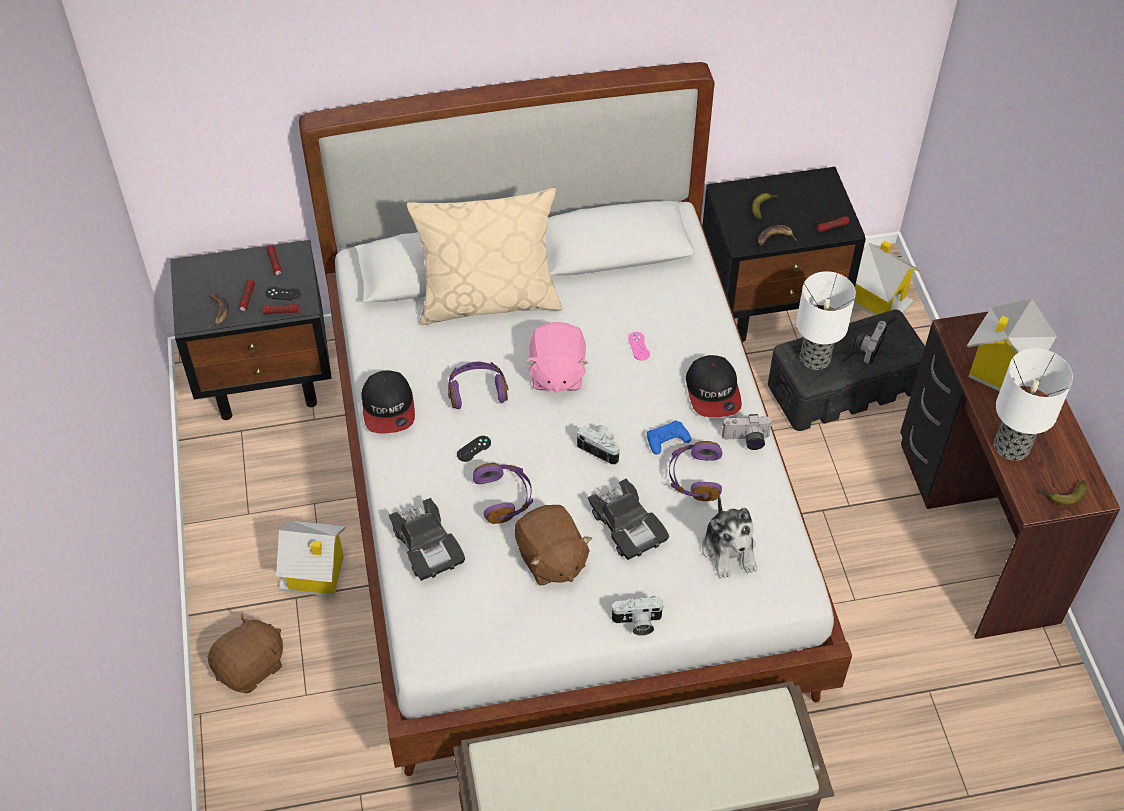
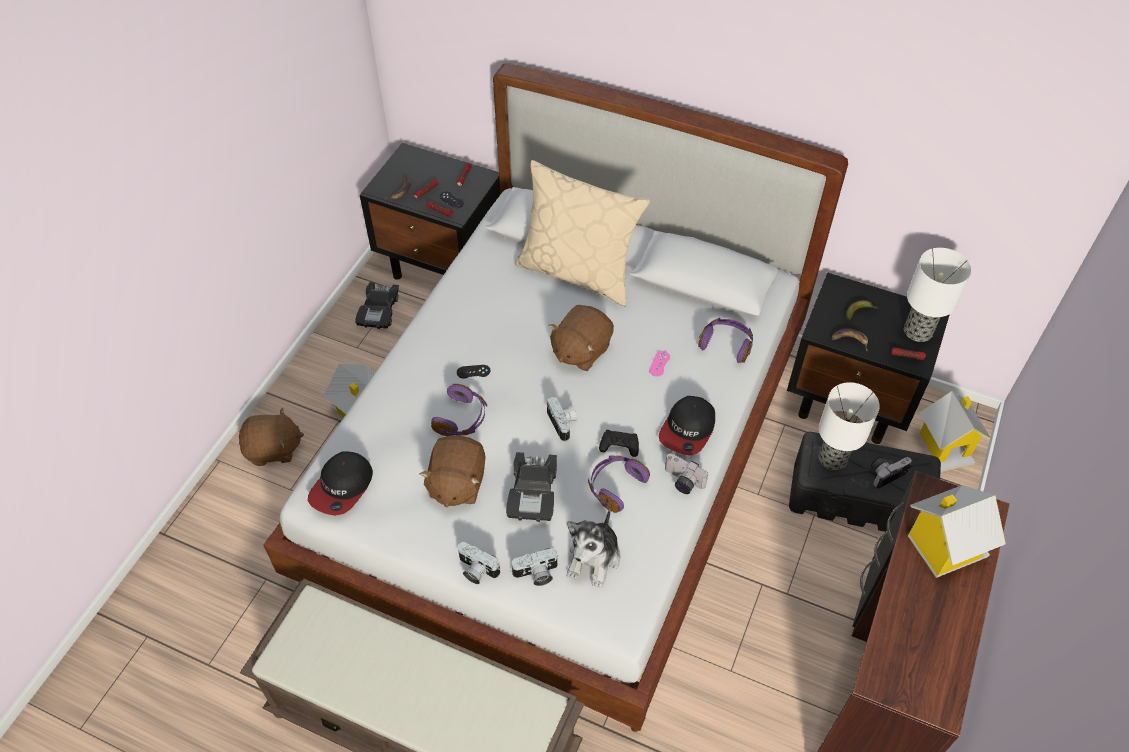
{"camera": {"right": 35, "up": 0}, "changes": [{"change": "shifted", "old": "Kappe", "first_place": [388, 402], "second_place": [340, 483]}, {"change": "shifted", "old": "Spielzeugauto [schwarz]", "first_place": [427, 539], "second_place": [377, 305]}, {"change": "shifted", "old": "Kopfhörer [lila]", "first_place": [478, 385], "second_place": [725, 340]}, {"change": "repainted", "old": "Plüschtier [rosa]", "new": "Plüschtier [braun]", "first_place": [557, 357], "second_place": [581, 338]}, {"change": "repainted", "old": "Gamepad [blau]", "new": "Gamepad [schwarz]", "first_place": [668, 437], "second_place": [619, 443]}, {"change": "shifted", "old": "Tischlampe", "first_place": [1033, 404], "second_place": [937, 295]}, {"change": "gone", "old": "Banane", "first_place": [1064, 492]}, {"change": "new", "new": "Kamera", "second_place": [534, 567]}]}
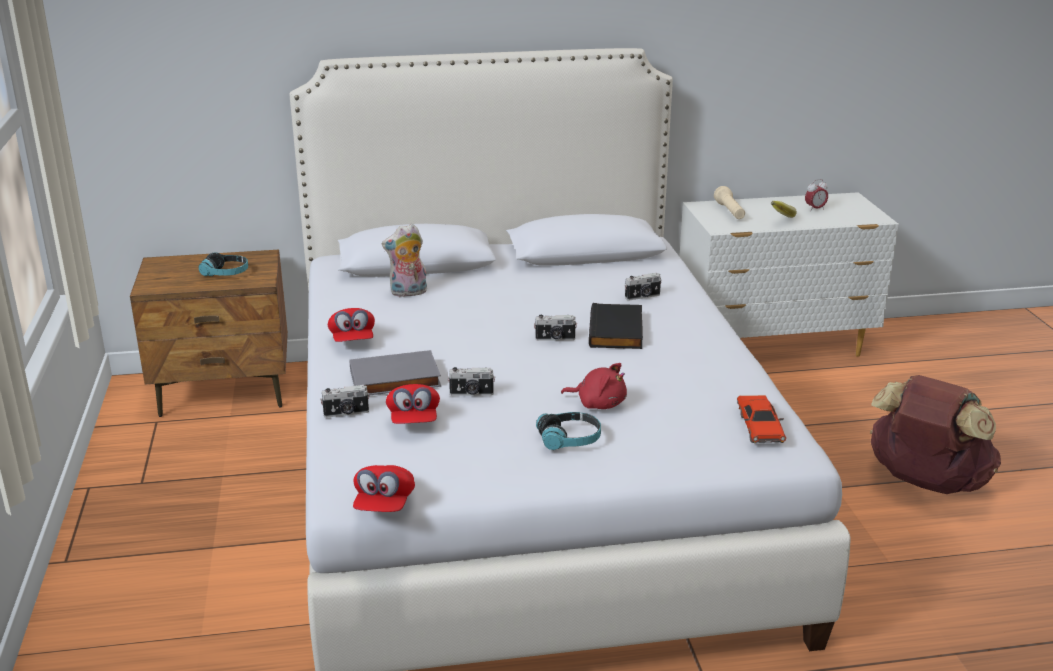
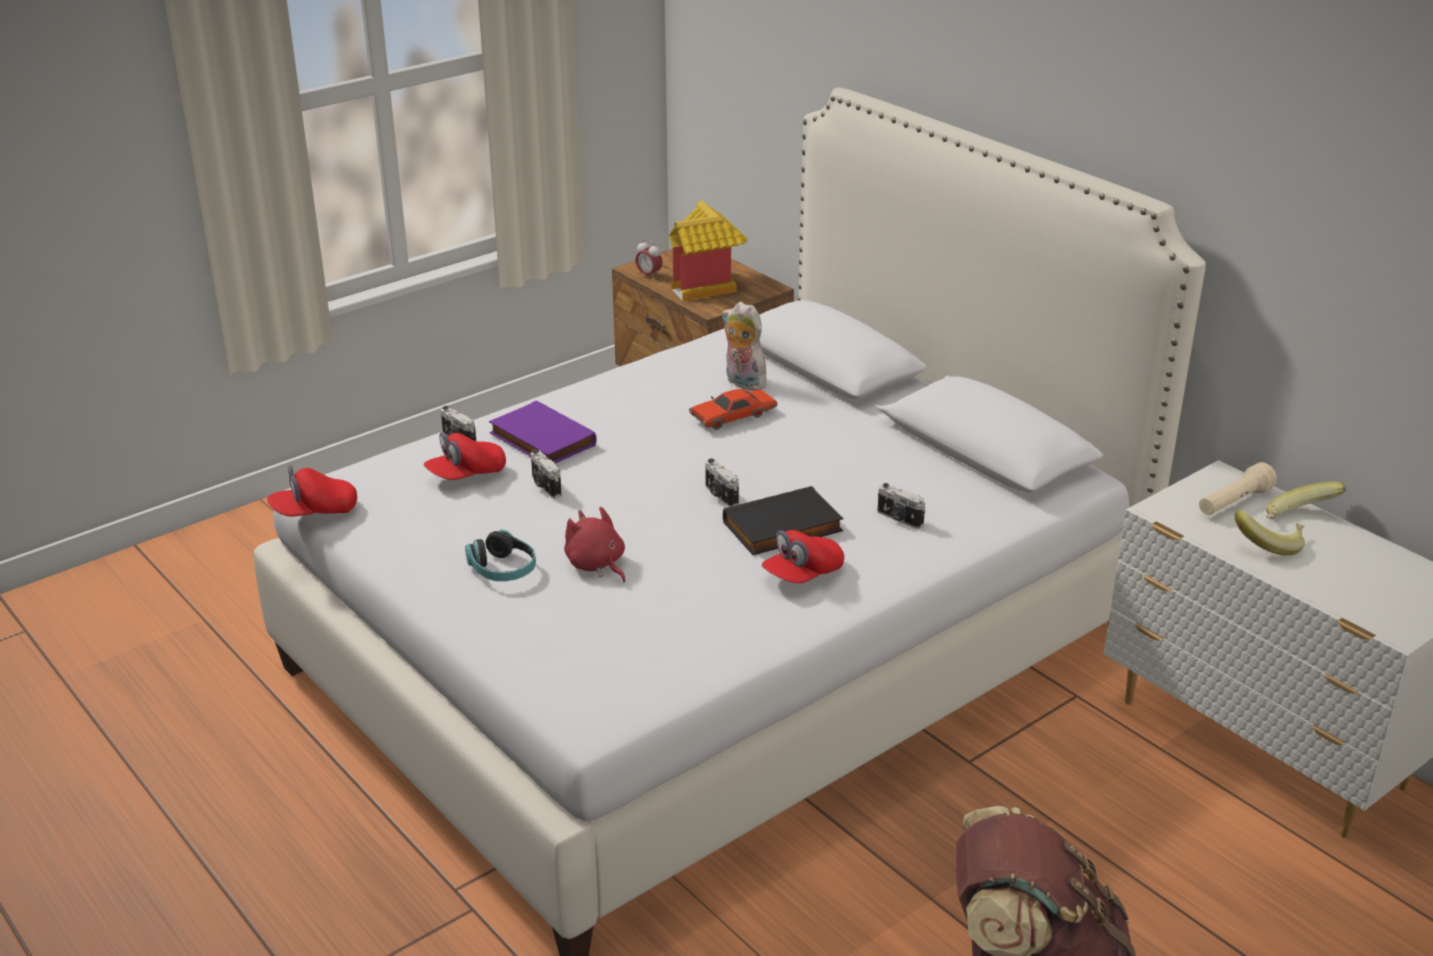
{"camera": {"right": 60, "up": 5}, "changes": [{"change": "swapped", "old": "Kopfhörer", "new": "Spielzeughaus", "first_place": [223, 264], "second_place": [708, 251]}, {"change": "shifted", "old": "Kappe [rot]", "first_place": [351, 325], "second_place": [803, 556]}, {"change": "repainted", "old": "Buch [grau]", "new": "Buch [lila]", "first_place": [395, 372], "second_place": [543, 432]}, {"change": "rotated", "old": "Plüschtier [rot]", "first_place": [594, 386], "second_place": [594, 544], "degrees": 150}, {"change": "shifted", "old": "Spielzeugauto [rot]", "first_place": [761, 419], "second_place": [733, 409]}, {"change": "shifted", "old": "Wecker", "first_place": [816, 194], "second_place": [649, 259]}, {"change": "new", "new": "Banane", "second_place": [1306, 500]}]}
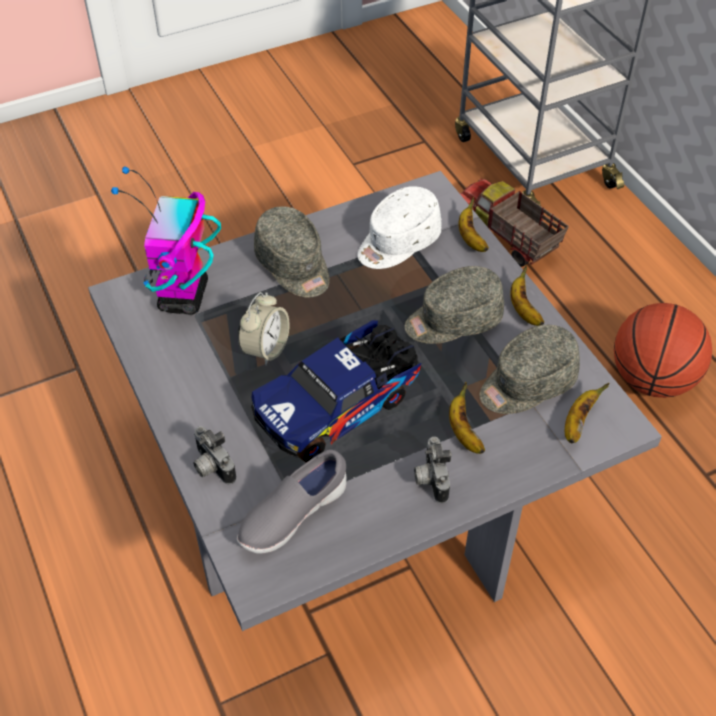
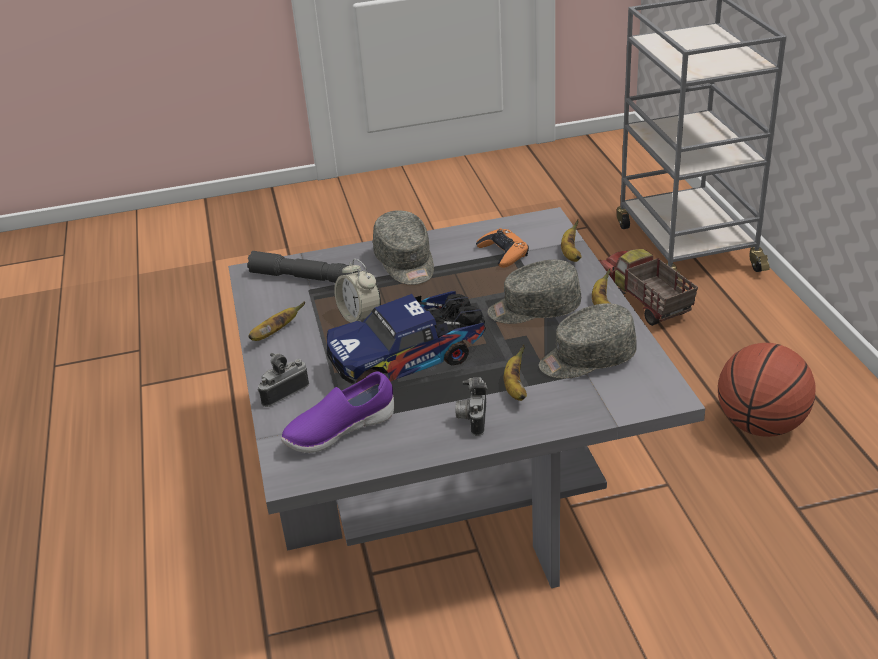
{"camera": {"right": 15, "up": -15}, "changes": [{"change": "swapped", "old": "Spielzeugroboter", "new": "Taschenlampe [grau]", "first_place": [166, 240], "second_place": [302, 267]}, {"change": "rotated", "old": "Kamera", "first_place": [215, 455], "second_place": [283, 380], "degrees": 75}, {"change": "repainted", "old": "Schuh [grau]", "new": "Schuh [lila]", "first_place": [292, 501], "second_place": [337, 412]}, {"change": "rotated", "old": "Wecker", "first_place": [264, 329], "second_place": [357, 291], "degrees": 105}, {"change": "swapped", "old": "Kappe [weiß]", "new": "Gamepad [orange]", "first_place": [399, 227], "second_place": [502, 248]}, {"change": "shifted", "old": "Banane", "first_place": [587, 412], "second_place": [276, 321]}]}
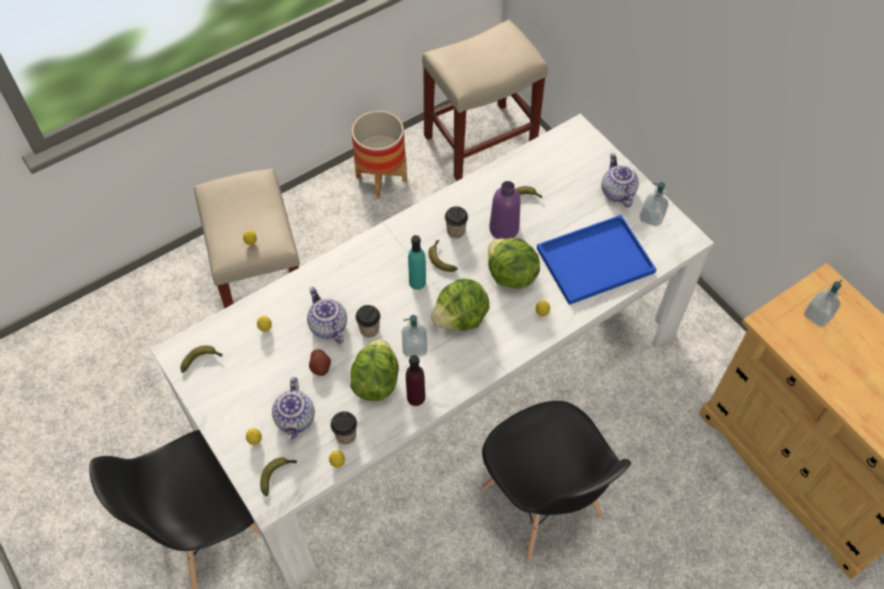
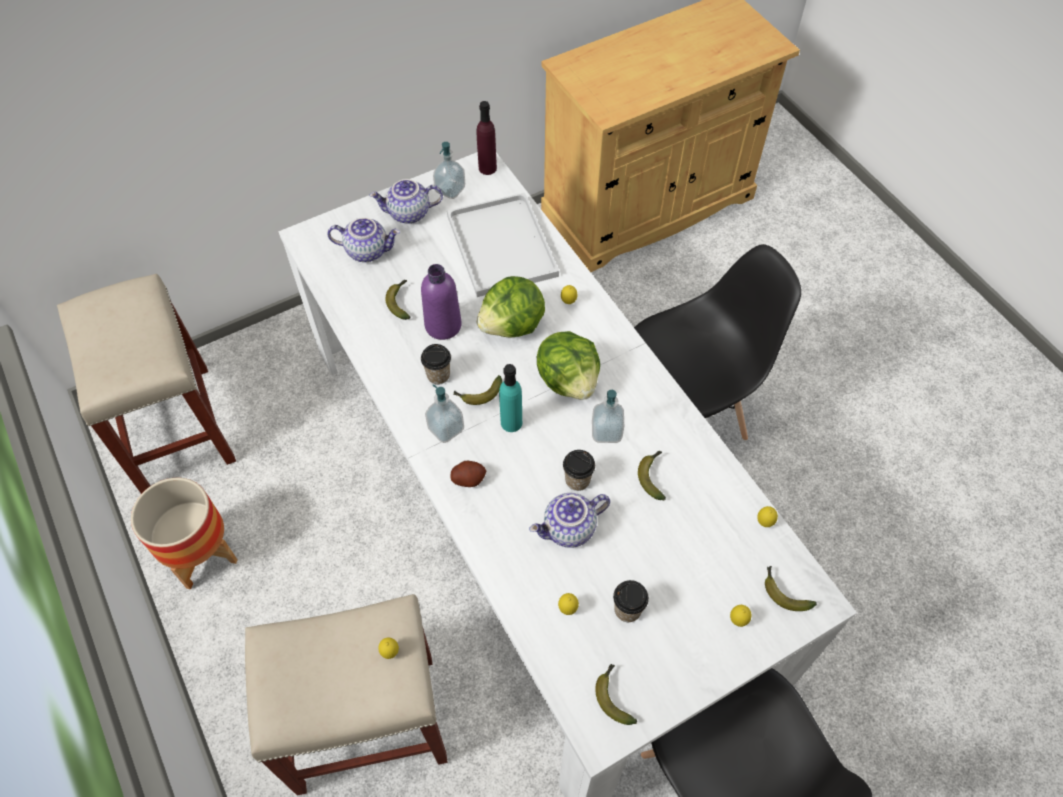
{"camera": {"right": -85, "up": 0}, "changes": [{"change": "shifted", "old": "Teekanne", "first_place": [293, 408], "second_place": [363, 239]}, {"change": "shifted", "old": "Kartoffel", "first_place": [320, 362], "second_place": [468, 474]}, {"change": "shifted", "old": "Tasse", "first_place": [343, 427], "second_place": [631, 601]}, {"change": "swapped", "old": "Salatkopf", "new": "Banane", "first_place": [374, 370], "second_place": [652, 475]}, {"change": "shifted", "old": "Flasche [lila]", "first_place": [415, 380], "second_place": [487, 138]}, {"change": "repainted", "old": "Tablett [blau]", "new": "Tablett [weiß]", "first_place": [596, 260], "second_place": [503, 245]}, {"change": "shifted", "old": "Seifenspender", "first_place": [823, 303], "second_place": [444, 413]}]}
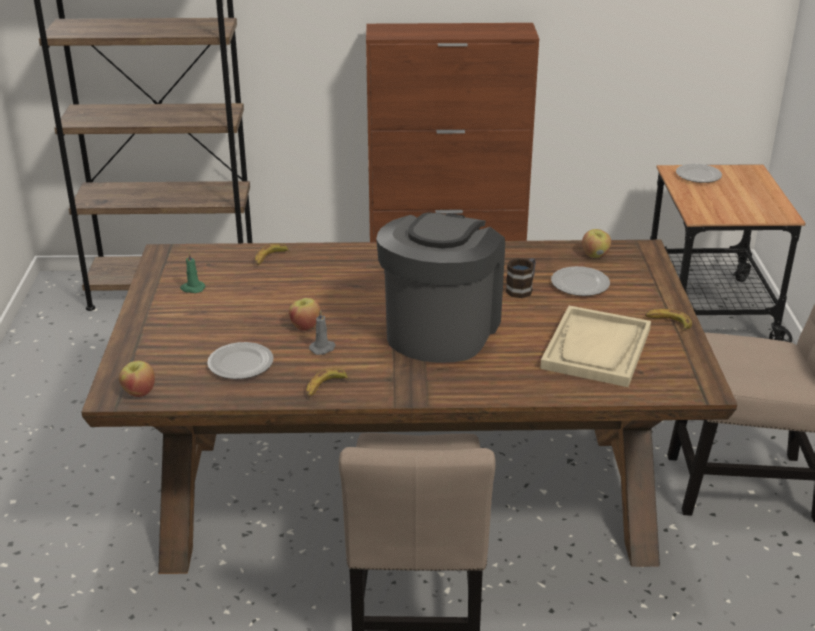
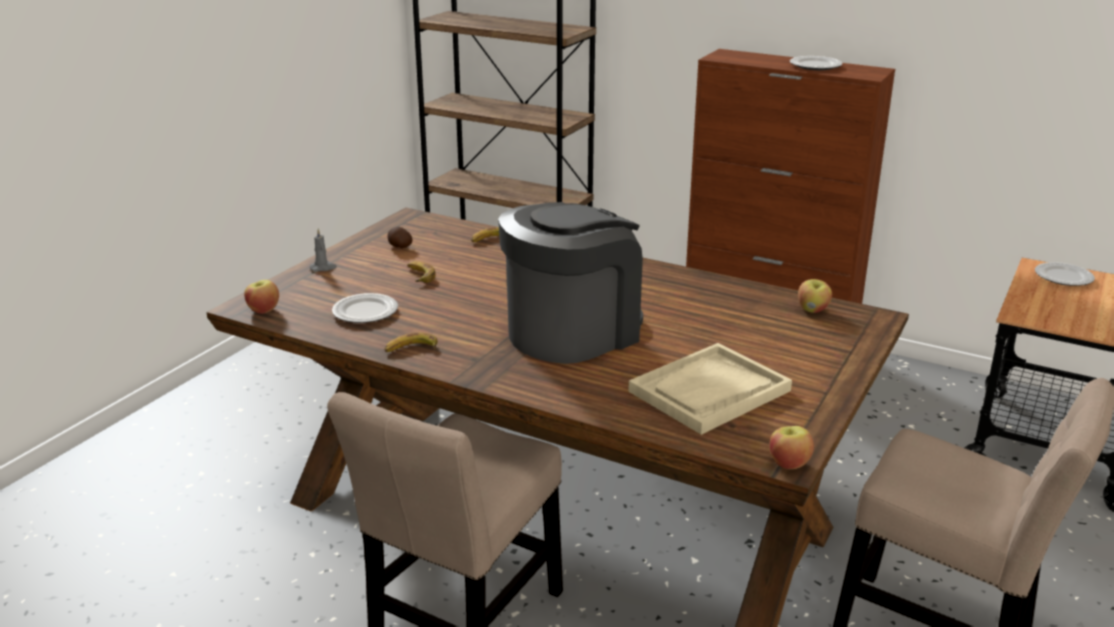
{"camera": {"right": 30, "up": -5}, "changes": [{"change": "swapped", "old": "Kerze [grün]", "new": "Kartoffel", "first_place": [193, 272], "second_place": [400, 237]}, {"change": "shifted", "old": "Apfel", "first_place": [305, 314], "second_place": [791, 447]}, {"change": "shifted", "old": "Kerze [grau]", "first_place": [322, 332], "second_place": [323, 249]}, {"change": "gone", "old": "Henkelbecher", "first_place": [521, 278]}, {"change": "shifted", "old": "Teller", "first_place": [580, 281], "second_place": [816, 63]}, {"change": "shifted", "old": "Banane", "first_place": [668, 320], "second_place": [421, 272]}]}
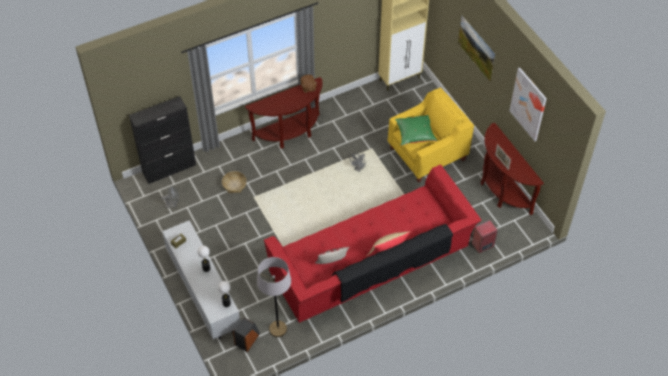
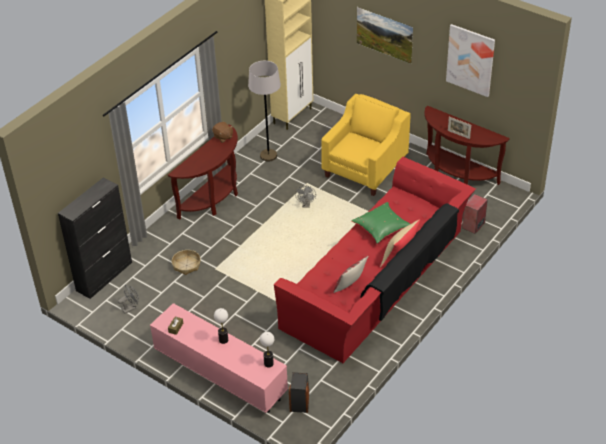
{"camera": {"right": -25, "up": -10}, "changes": [{"change": "repainted", "old": "Fernsehschrank [weiß]", "new": "Fernsehschrank [rosa]", "first_place": [201, 279], "second_place": [219, 358]}, {"change": "shifted", "old": "Stehlampe [grau]", "first_place": [274, 297], "second_place": [264, 111]}, {"change": "shifted", "old": "Kissen [grün]", "first_place": [416, 130], "second_place": [380, 223]}]}
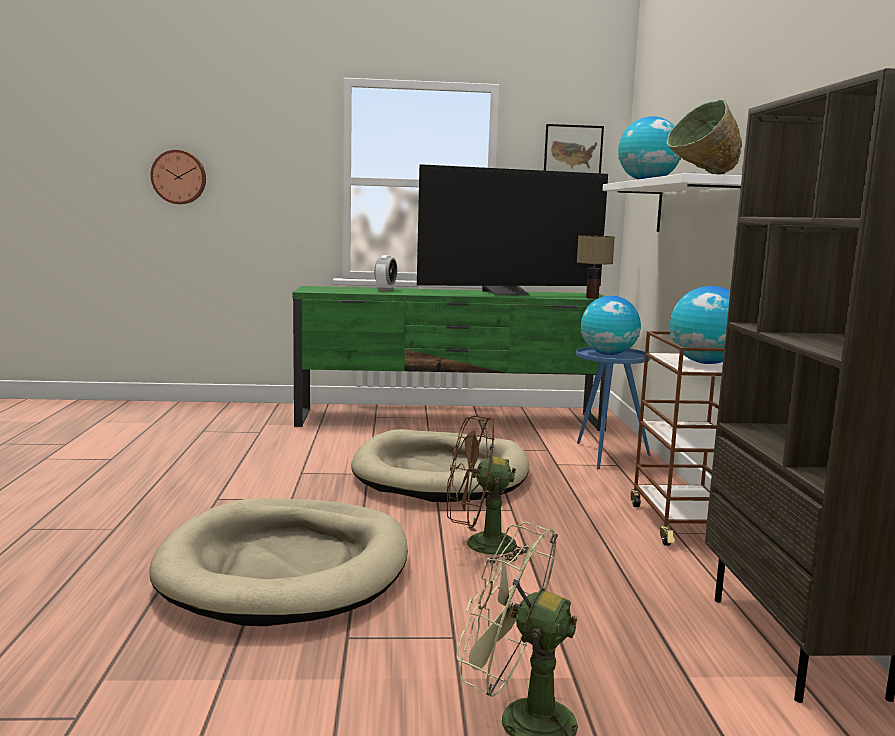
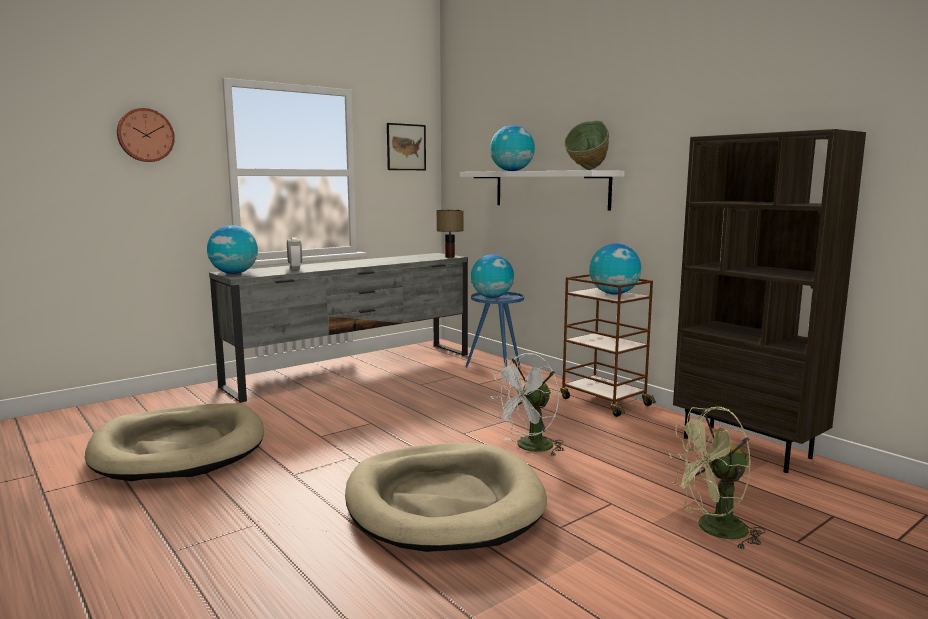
{"camera": {"right": -35, "up": 0}, "changes": [{"change": "shifted", "old": "Wanduhr", "first_place": [178, 177], "second_place": [146, 135]}, {"change": "repainted", "old": "Fernsehschrank [grün]", "new": "Fernsehschrank [grau]", "first_place": [449, 358], "second_place": [338, 328]}, {"change": "shifted", "old": "Hundebett [beige]", "first_place": [440, 465], "second_place": [174, 442]}, {"change": "gone", "old": "Fernseher", "first_place": [512, 229]}, {"change": "repainted", "old": "Ventilator [braun]", "new": "Ventilator [weiß]", "first_place": [488, 490], "second_place": [527, 404]}, {"change": "new", "new": "Globus", "second_place": [232, 249]}]}
